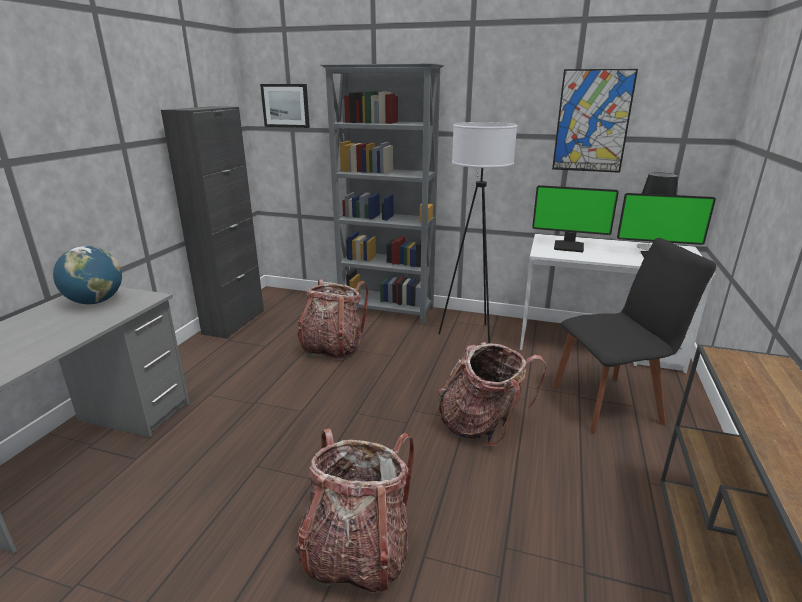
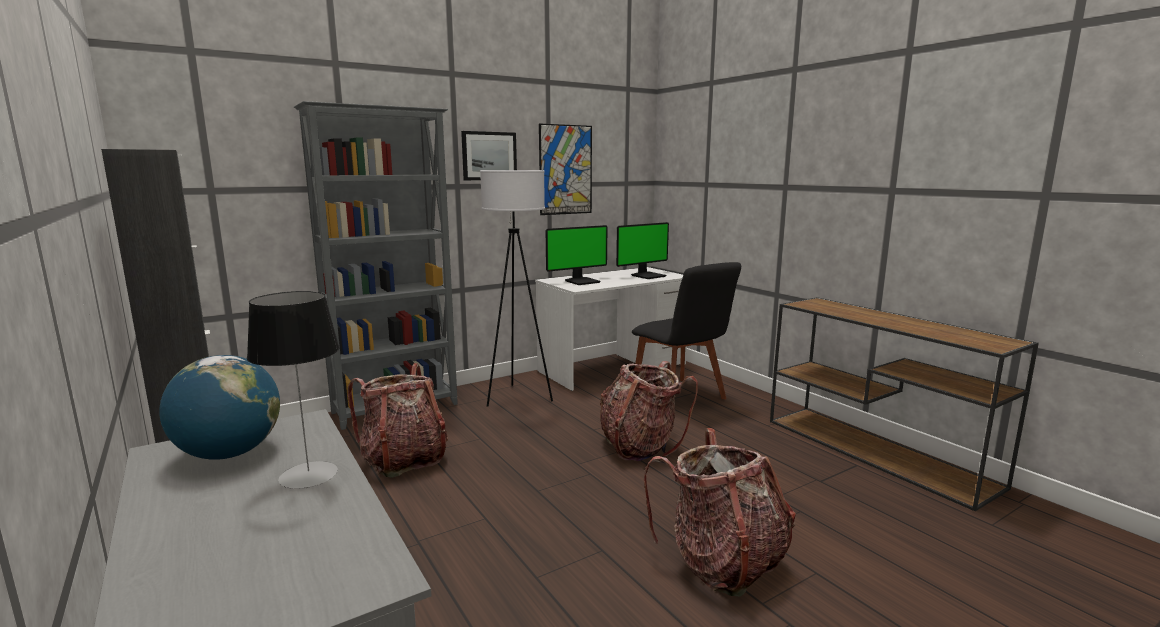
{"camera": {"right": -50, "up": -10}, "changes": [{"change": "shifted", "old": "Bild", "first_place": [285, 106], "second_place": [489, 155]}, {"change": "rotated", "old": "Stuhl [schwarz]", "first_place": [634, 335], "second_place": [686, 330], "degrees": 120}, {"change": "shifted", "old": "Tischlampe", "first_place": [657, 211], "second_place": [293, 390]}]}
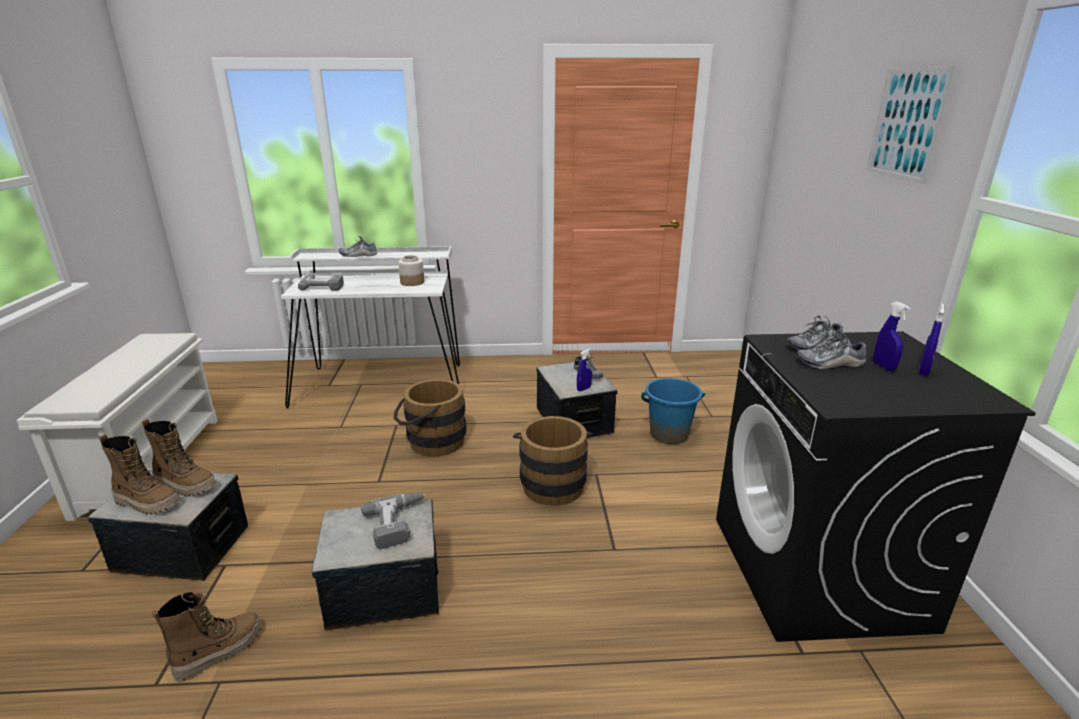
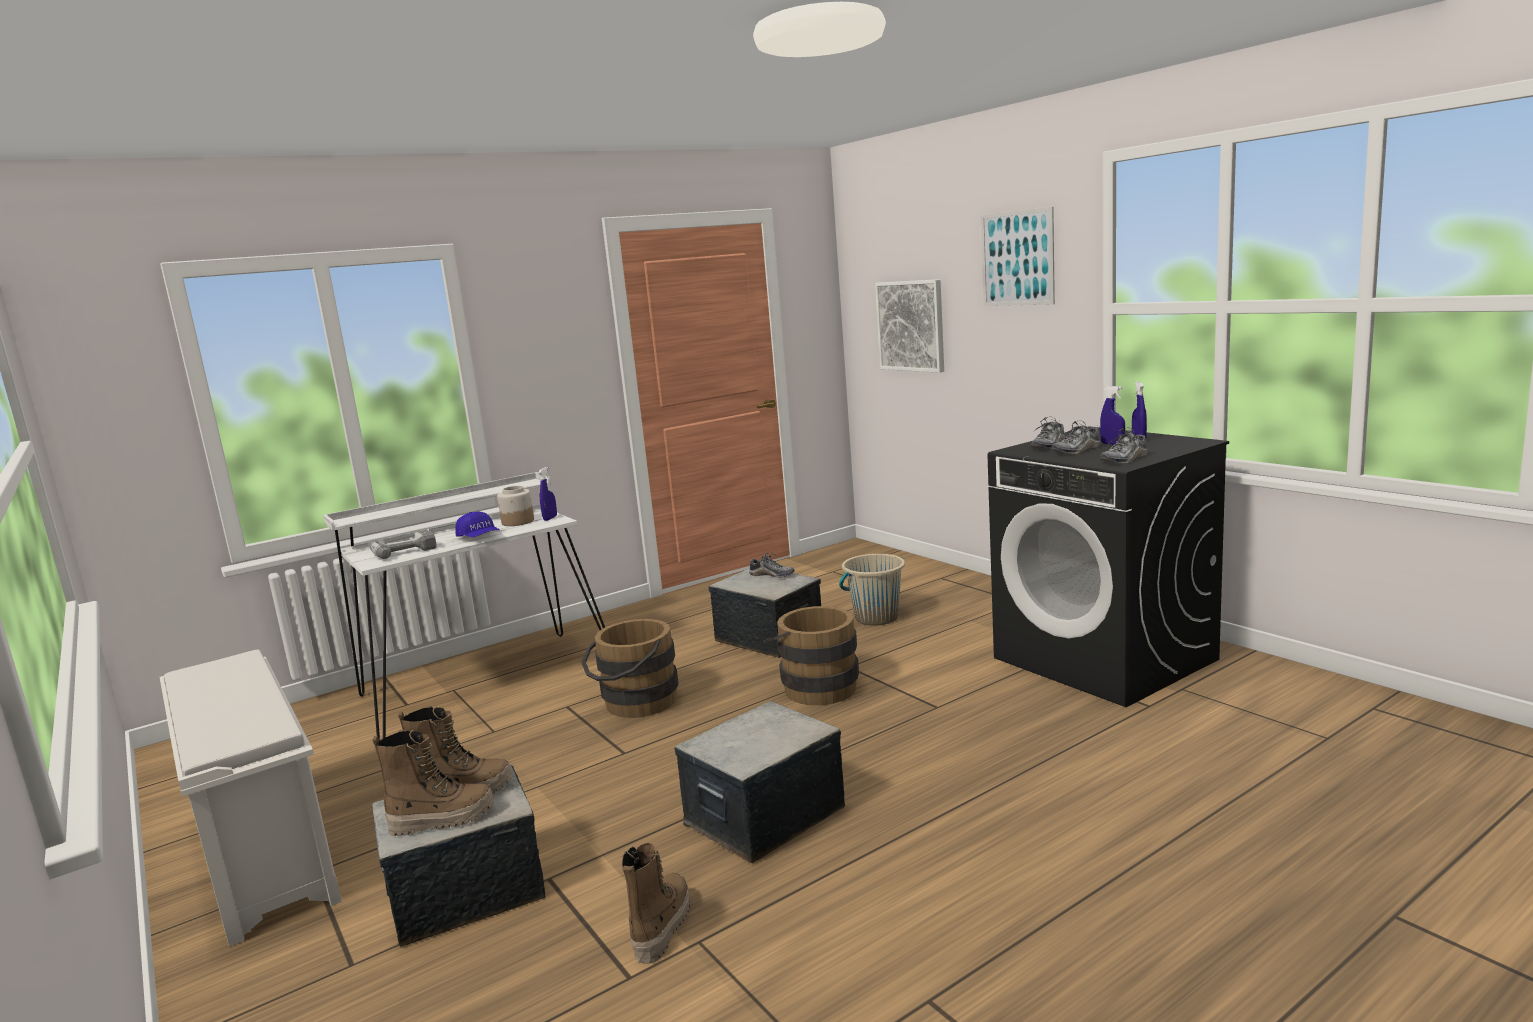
{"camera": {"right": -30, "up": -10}, "changes": [{"change": "shifted", "old": "Schuh", "first_place": [358, 246], "second_place": [1123, 446]}, {"change": "gone", "old": "Bohrmaschine", "first_place": [393, 521]}, {"change": "shifted", "old": "Sprühflasche [blau]", "first_place": [584, 370], "second_place": [547, 494]}, {"change": "repainted", "old": "Eimer [blau]", "new": "Eimer [beige]", "first_place": [673, 411], "second_place": [872, 589]}, {"change": "new", "new": "Kappe [blau]", "second_place": [477, 524]}, {"change": "new", "new": "Bild", "second_place": [909, 326]}]}
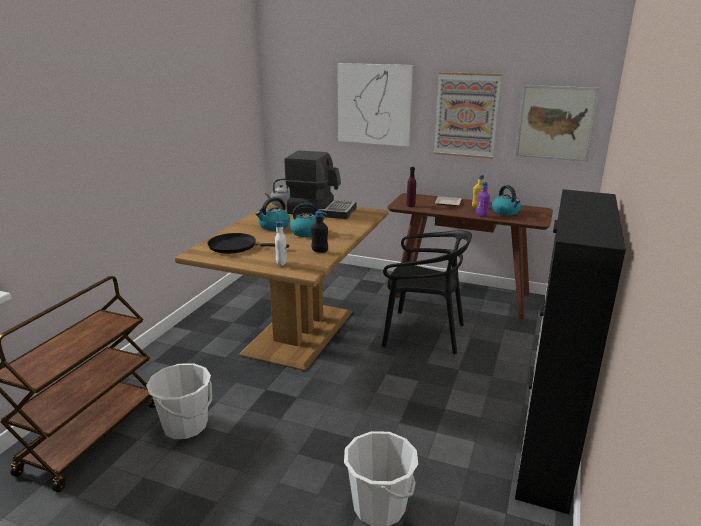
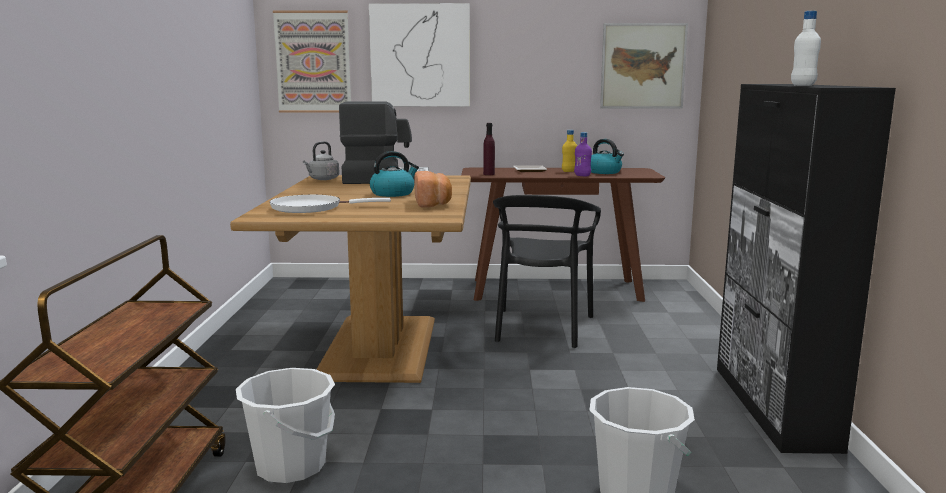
{"camera": {"right": -20, "up": -10}, "changes": [{"change": "repainted", "old": "Pfanne [schwarz]", "new": "Pfanne [weiß]", "first_place": [248, 243], "second_place": [330, 204]}, {"change": "gone", "old": "Wasserkessel", "first_place": [273, 214]}, {"change": "shifted", "old": "Flasche [weiß]", "first_place": [281, 243], "second_place": [806, 48]}, {"change": "swapped", "old": "Flasche [schwarz]", "new": "Brot", "first_place": [319, 232], "second_place": [433, 189]}, {"change": "rotated", "old": "Stuhl [schwarz]", "first_place": [427, 292], "second_place": [547, 271], "degrees": 105}, {"change": "shifted", "old": "Bild", "first_place": [468, 115], "second_place": [312, 61]}]}
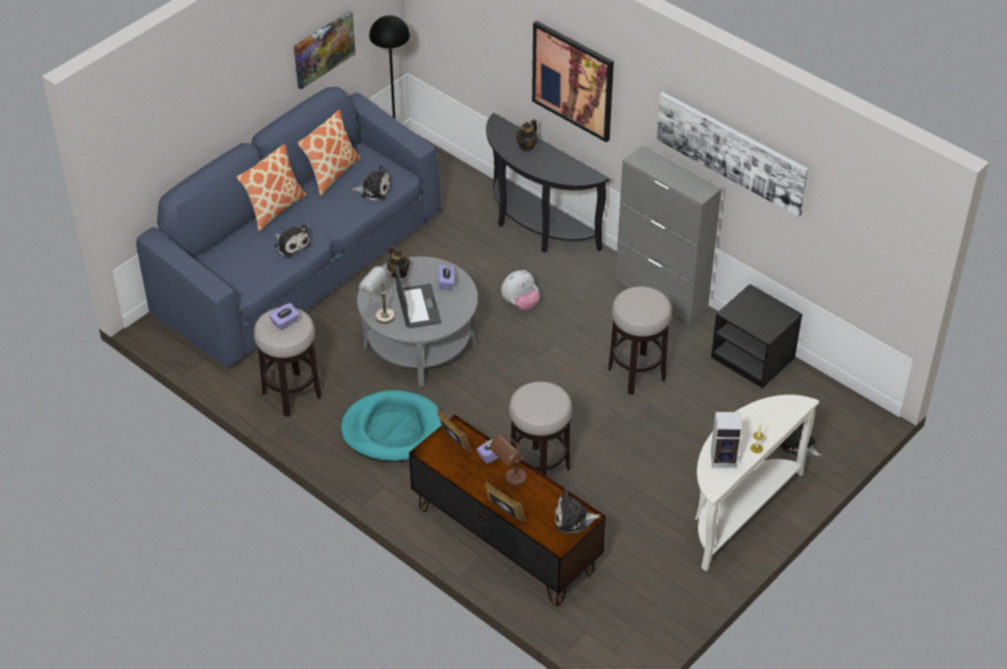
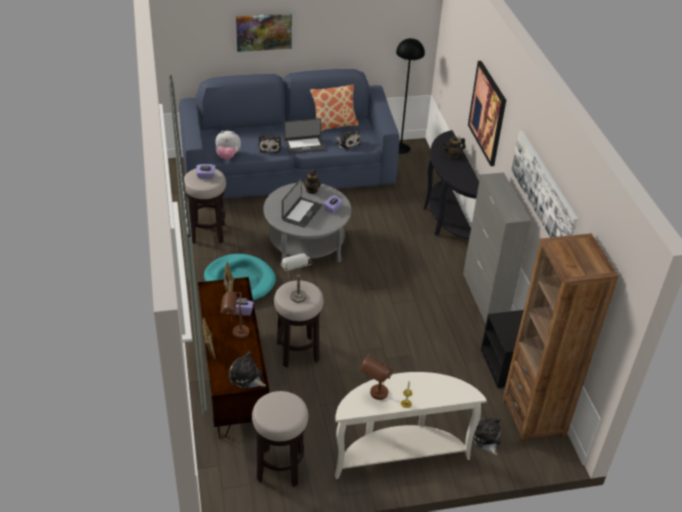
{"camera": {"right": 35, "up": -5}, "changes": [{"change": "gone", "old": "Kissen", "first_place": [272, 188]}, {"change": "shifted", "old": "Bild", "first_place": [325, 50], "second_place": [264, 33]}, {"change": "shifted", "old": "Tischlampe [grau]", "first_place": [377, 295], "second_place": [296, 278]}, {"change": "shifted", "old": "Plüschtier", "first_place": [520, 290], "second_place": [228, 145]}, {"change": "shifted", "old": "Hocker", "first_place": [640, 340], "second_place": [280, 439]}, {"change": "swapped", "old": "Lautsprecher", "new": "Tischlampe [braun]", "first_place": [726, 440], "second_place": [378, 377]}, {"change": "new", "new": "Laptop", "second_place": [304, 136]}, {"change": "new", "new": "Bücherregal [braun]", "second_place": [560, 338]}]}
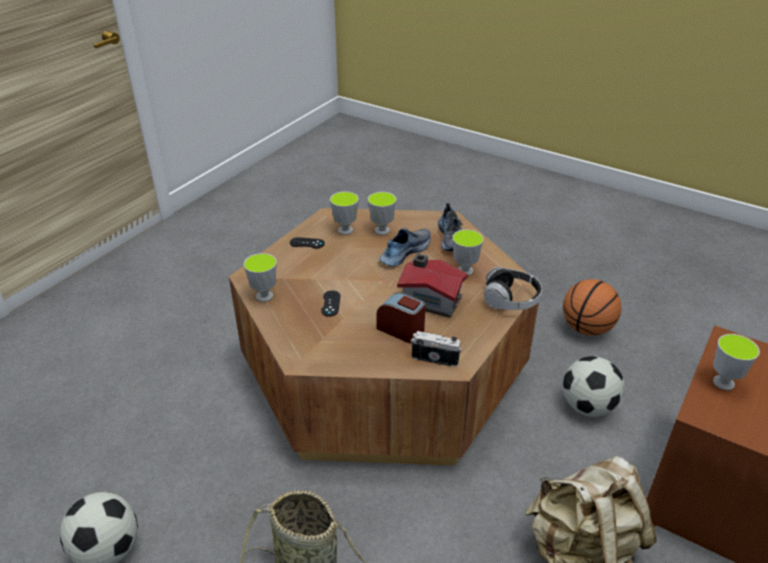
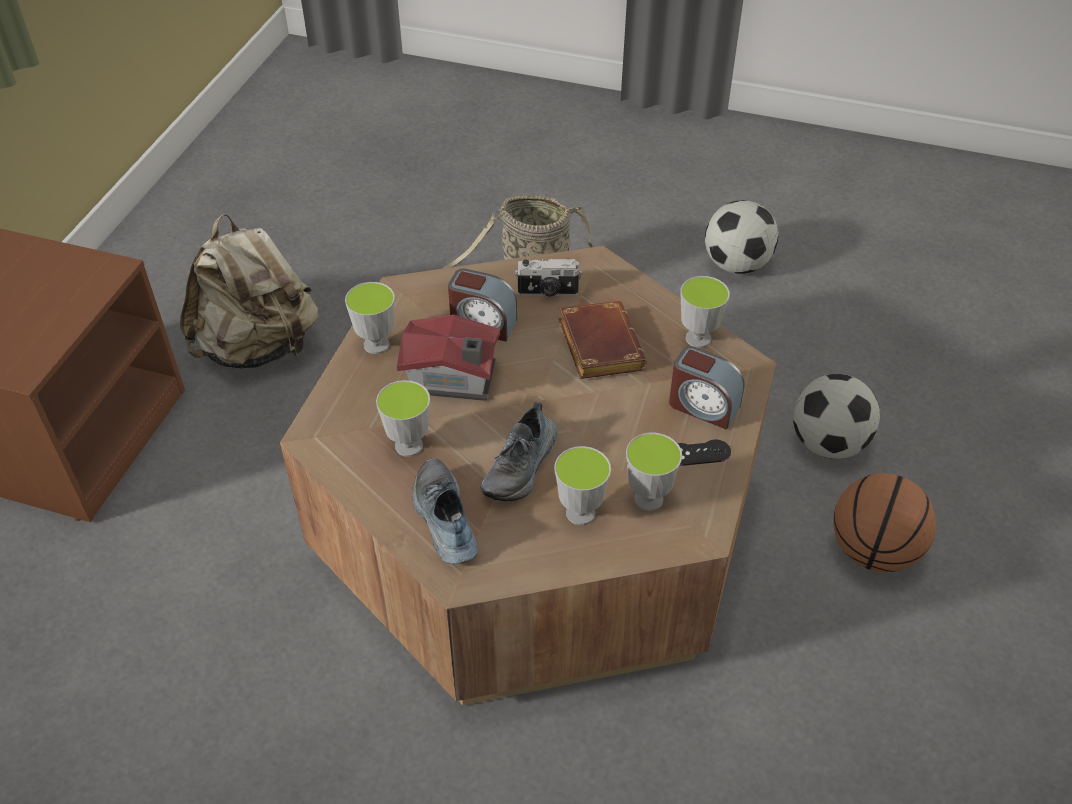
{"camera": {"right": 165, "up": 10}, "changes": [{"change": "swapped", "old": "Gamepad [schwarz]", "new": "Buch [braun]", "first_place": [330, 304], "second_place": [603, 340]}, {"change": "shifted", "old": "Kamera", "first_place": [436, 349], "second_place": [548, 277]}, {"change": "gone", "old": "Kopfhörer", "first_place": [513, 288]}, {"change": "shifted", "old": "Fußball", "first_place": [593, 386], "second_place": [836, 416]}, {"change": "shifted", "old": "Basketball", "first_place": [592, 307], "second_place": [884, 522]}, {"change": "shifted", "old": "Tasse", "first_place": [736, 362], "second_place": [370, 318]}, {"change": "new", "new": "Wecker", "second_place": [706, 388]}]}
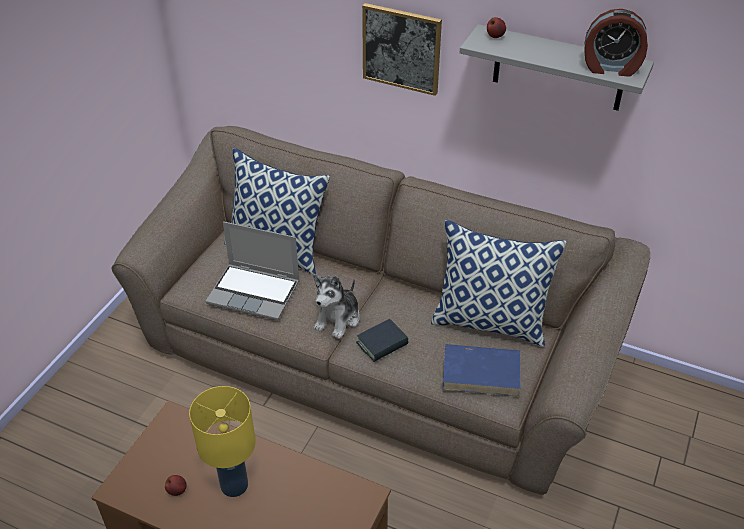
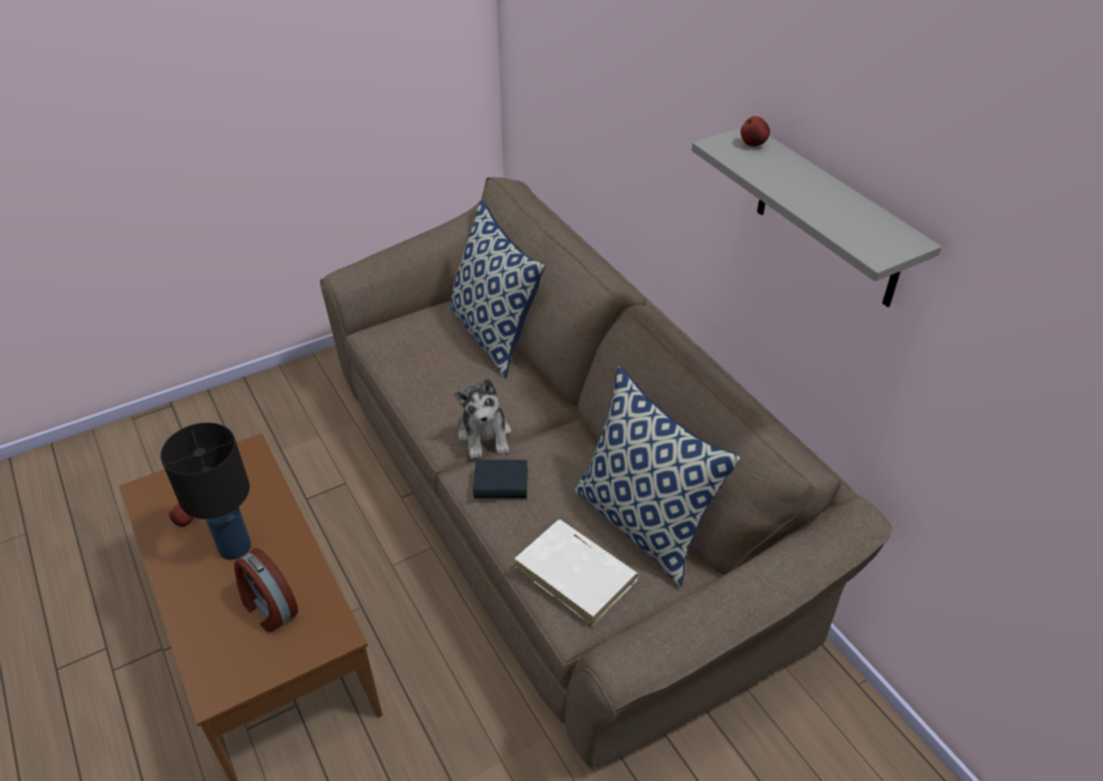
{"camera": {"right": 35, "up": 0}, "changes": [{"change": "repainted", "old": "Tischlampe [gelb]", "new": "Tischlampe [schwarz]", "first_place": [222, 441], "second_place": [206, 491]}, {"change": "gone", "old": "Laptop", "first_place": [253, 271]}, {"change": "rotated", "old": "Plüschtier", "first_place": [336, 306], "second_place": [482, 418], "degrees": -75}, {"change": "gone", "old": "Bild", "first_place": [402, 49]}, {"change": "repainted", "old": "Buch [blau]", "new": "Buch [weiß]", "first_place": [481, 370], "second_place": [576, 573]}, {"change": "shifted", "old": "Wecker", "first_place": [616, 43], "second_place": [266, 590]}]}
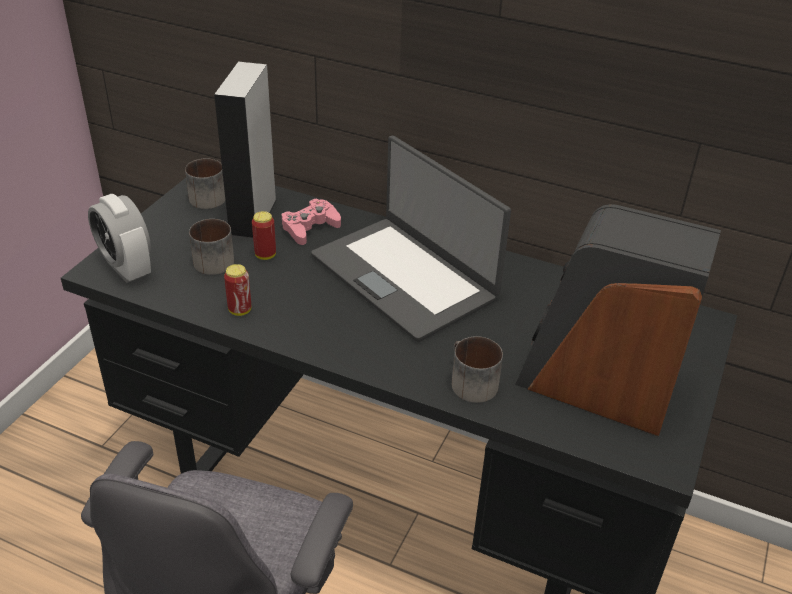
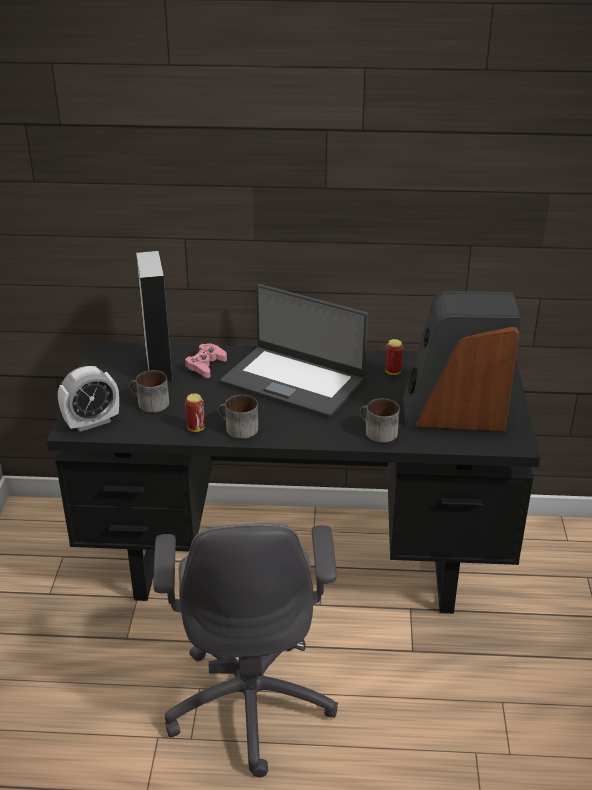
{"camera": {"right": -20, "up": -5}, "changes": [{"change": "rotated", "old": "Wecker", "first_place": [119, 238], "second_place": [88, 399], "degrees": -60}, {"change": "shifted", "old": "Henkelbecher", "first_place": [205, 183], "second_place": [238, 417]}, {"change": "shifted", "old": "Dose", "first_place": [264, 235], "second_place": [394, 357]}]}
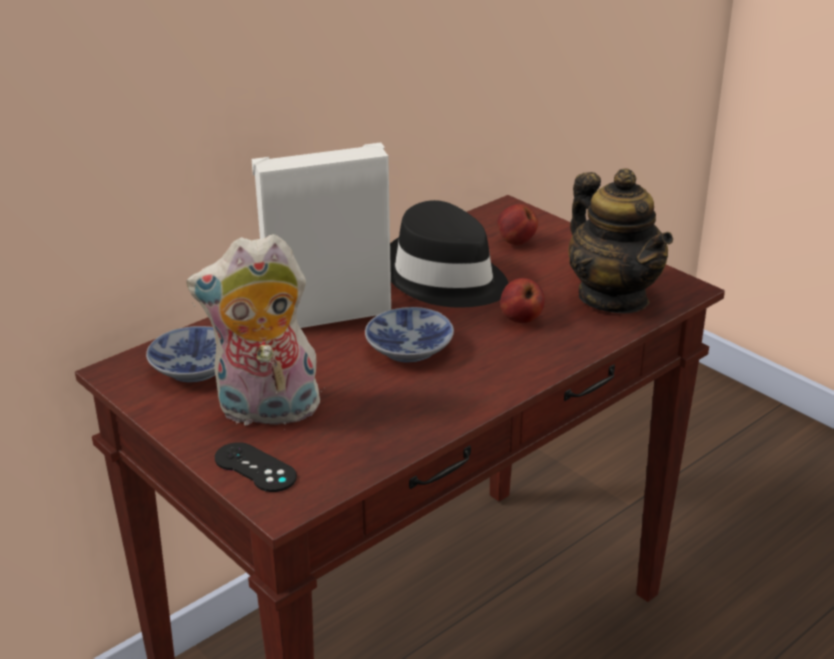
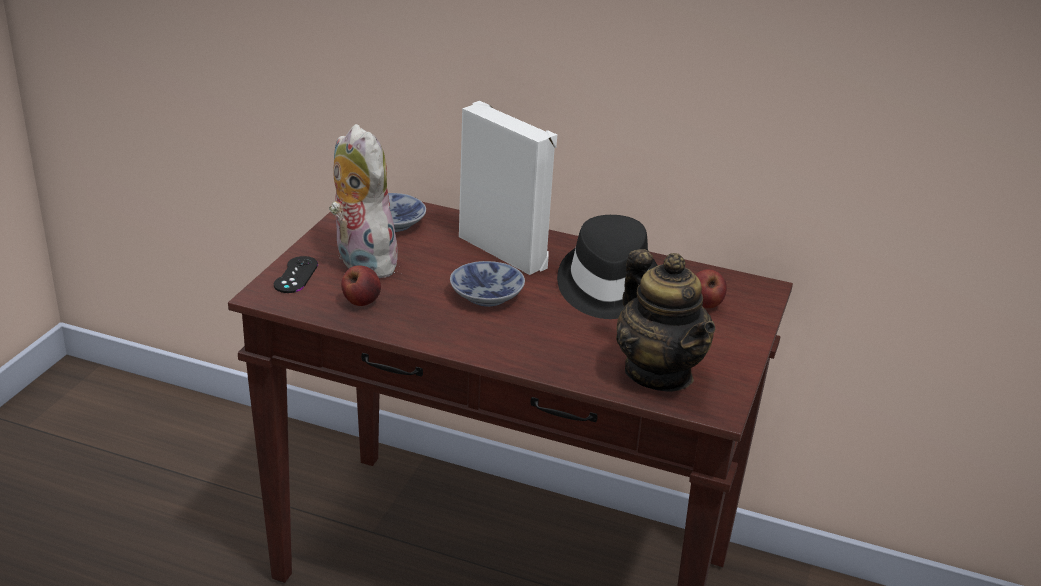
{"camera": {"right": 60, "up": 0}, "changes": [{"change": "shifted", "old": "Apfel", "first_place": [522, 300], "second_place": [361, 285]}, {"change": "rotated", "old": "Teekanne", "first_place": [620, 240], "second_place": [666, 320], "degrees": -60}]}
